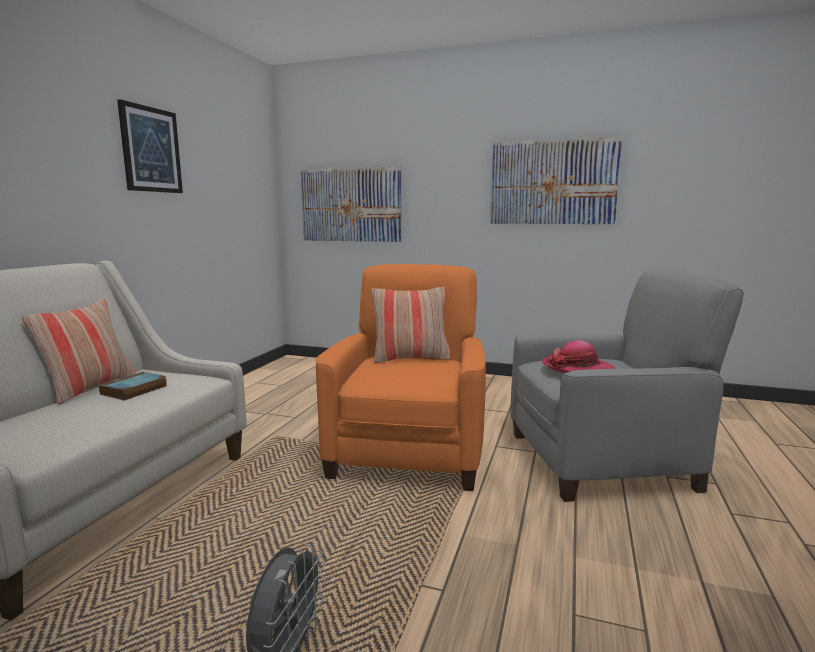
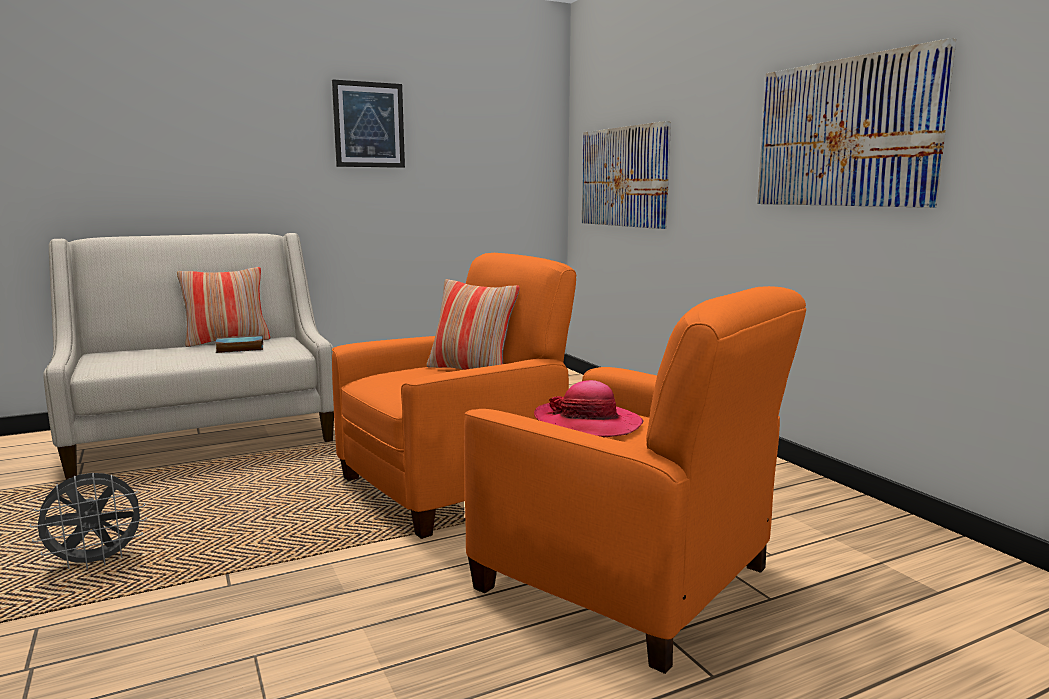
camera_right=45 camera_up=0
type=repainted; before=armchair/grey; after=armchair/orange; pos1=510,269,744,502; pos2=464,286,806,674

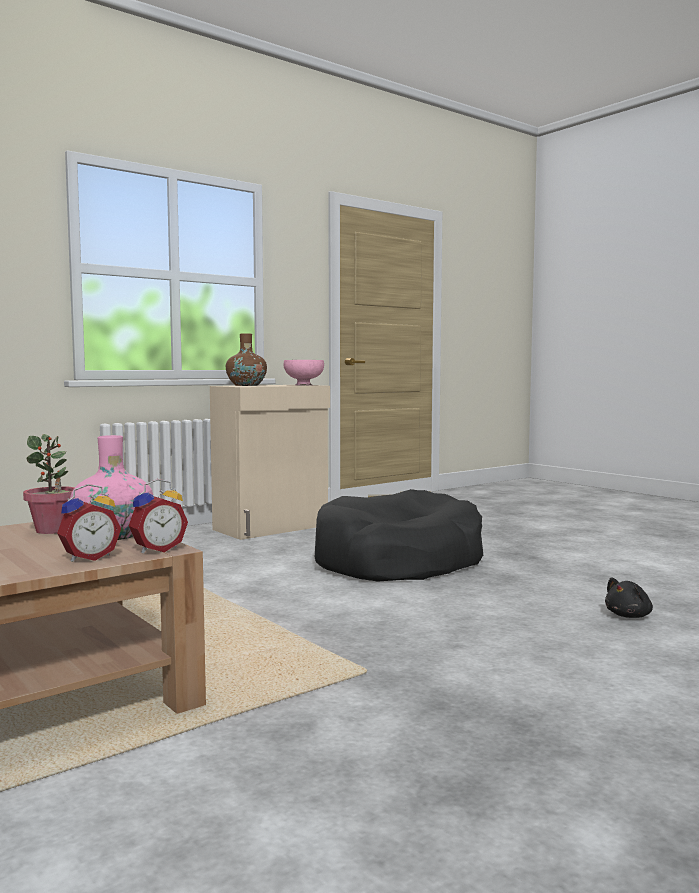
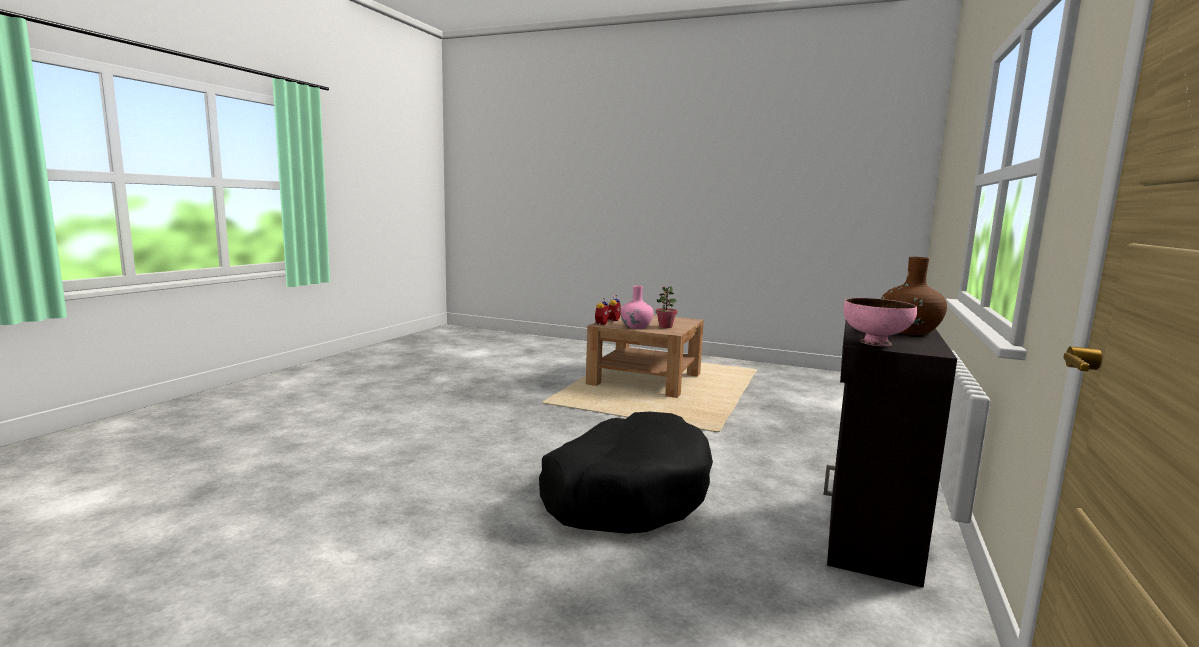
camera_right=150 camera_up=5
type=repainted; before=cabinet/beige; after=cabinet/black; pos1=210,385,330,540; pos2=823,320,957,588
type=gone; before=plush toy/black; pos1=605,578,653,618

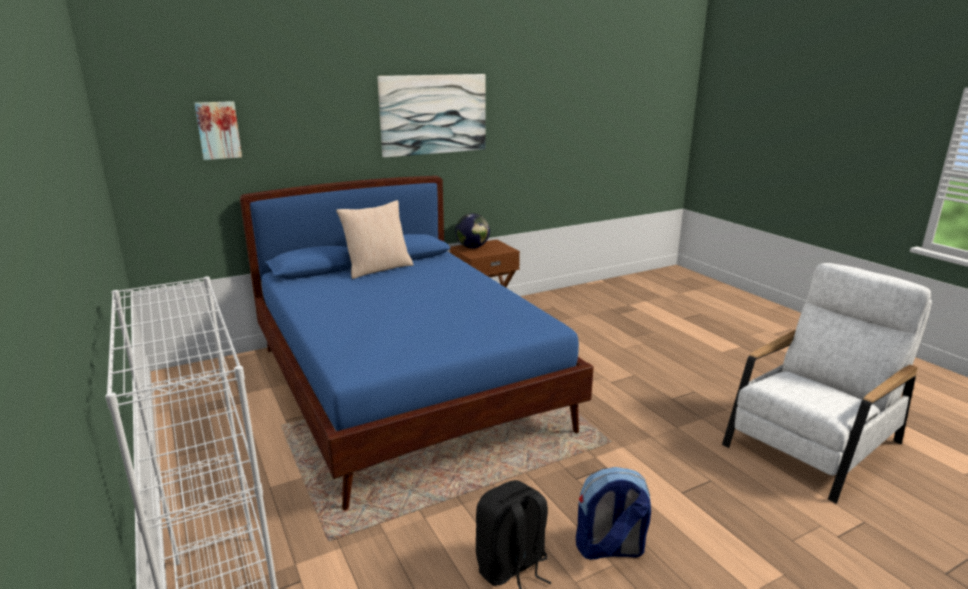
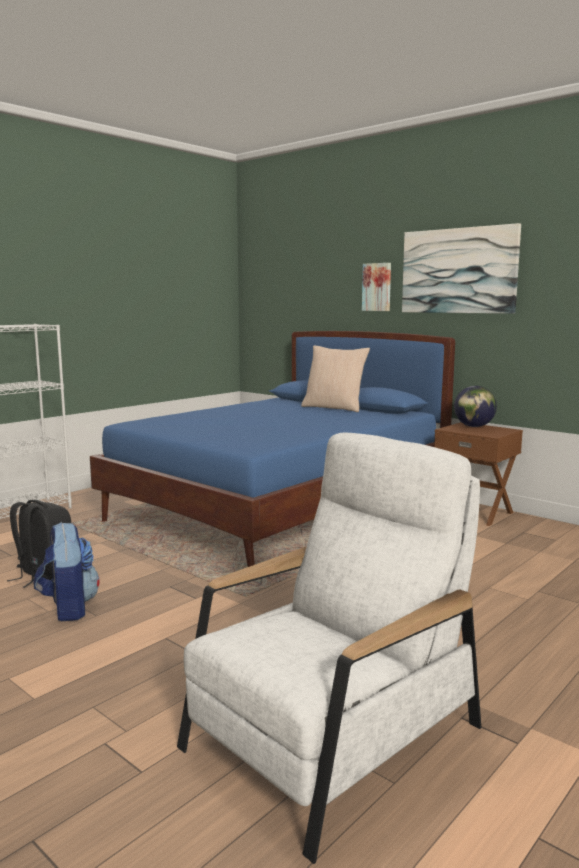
camera_right=70 camera_up=-10
type=shifted; before=picture; pos1=194,101,242,160; pos2=362,263,391,311
type=rotated; before=armchair/white; pos1=722,263,932,504; pos2=177,432,481,864; turn=-75

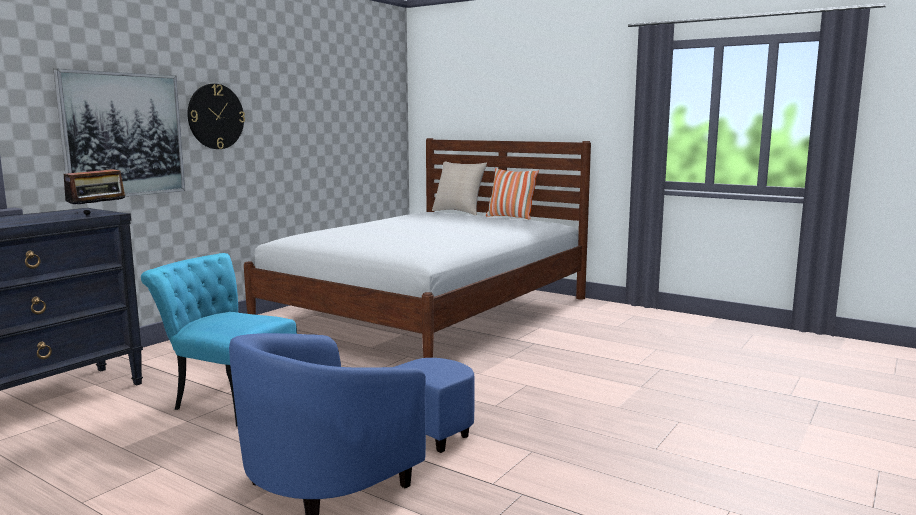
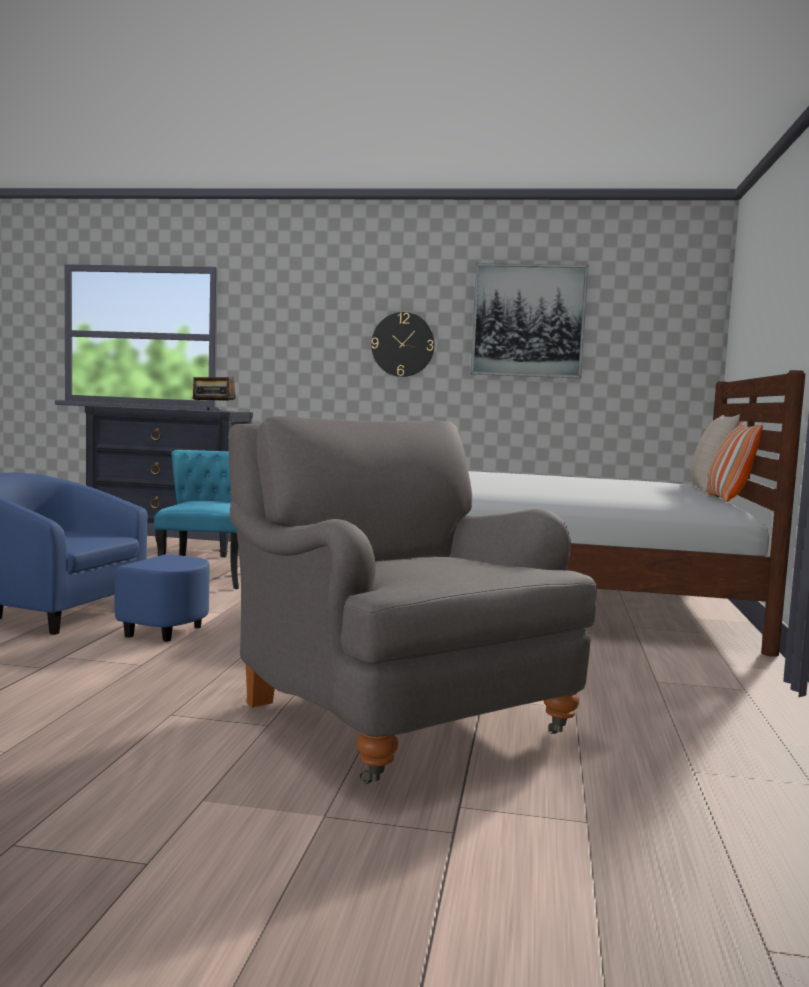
camera_right=65 camera_up=-5
type=shifted; before=picture; pos1=54,69,185,197; pos2=471,263,588,378
type=new; after=armchair/grey; pos2=228,416,597,784

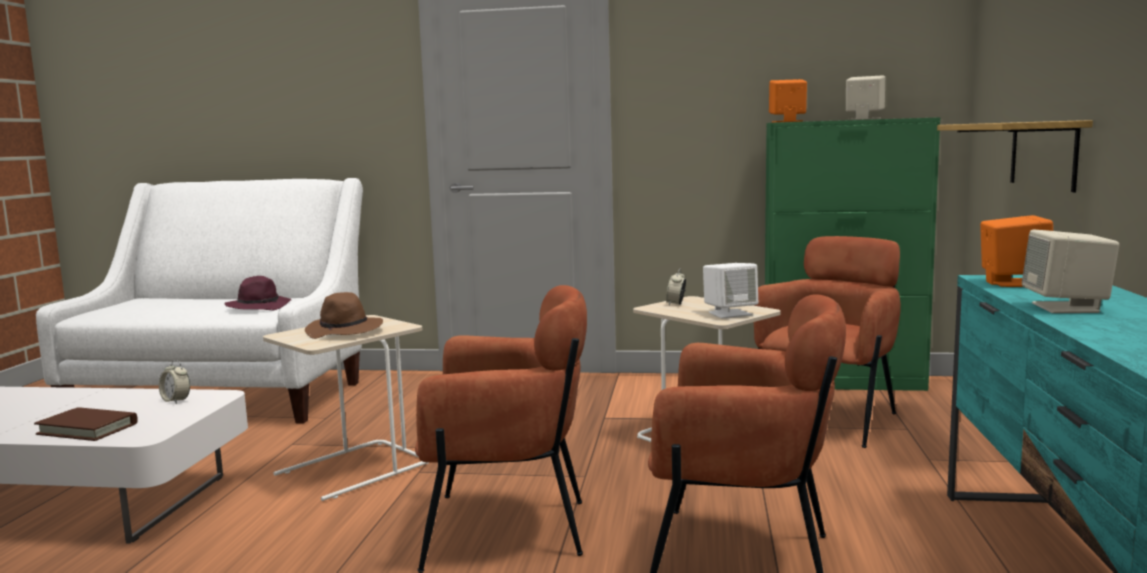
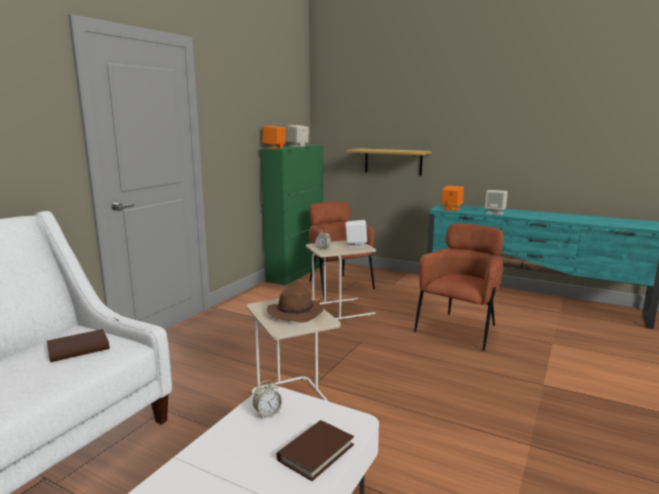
camera_right=-70 camera_up=5
type=swapped; before=hat/purple; after=book/brown; pos1=224,276,291,310; pos2=47,329,110,362
type=gone; before=armchair/brown; pos1=415,285,587,573

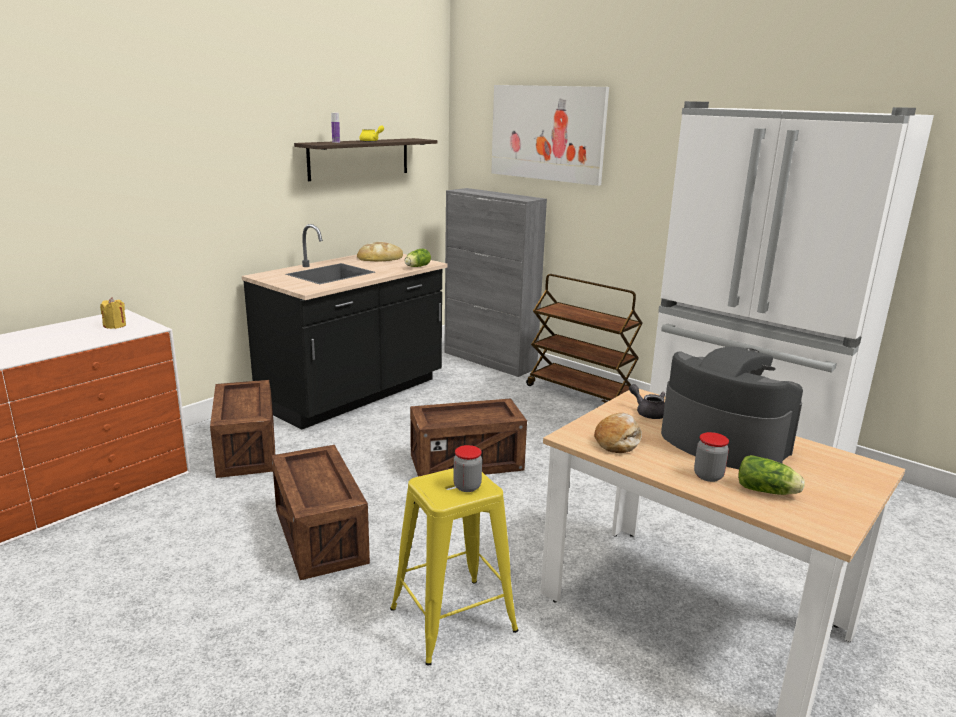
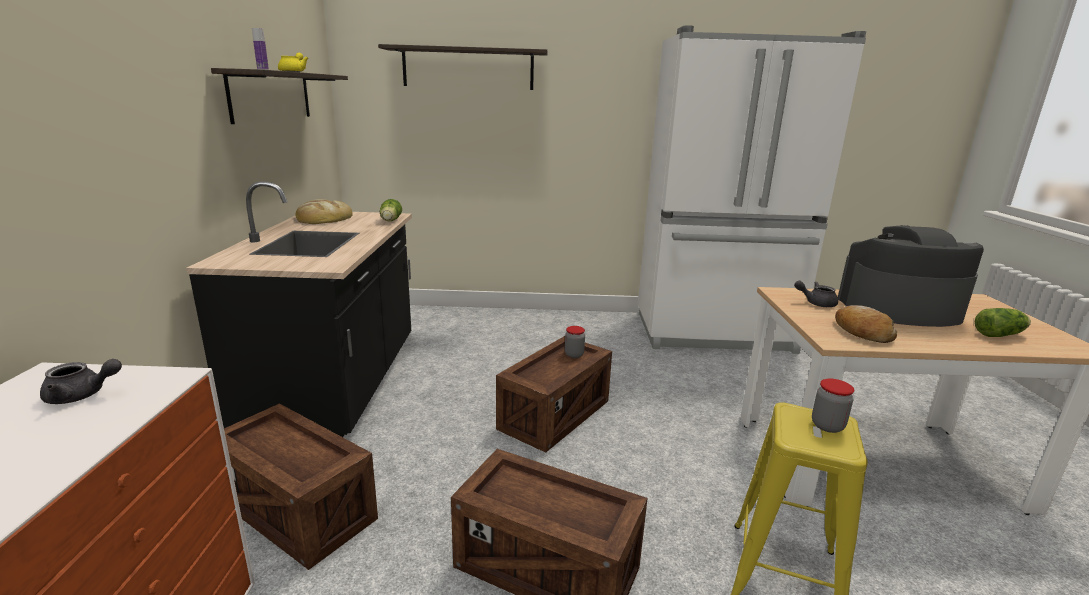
camera_right=-40 camera_up=0
type=swapped; before=picture; after=shelf; pos1=491,85,609,186; pos2=378,44,548,90
type=gone; before=cabinet/grey; pos1=444,188,547,377
type=gone; before=cart/brown; pos1=526,274,643,403
type=swapped; before=candle/yellow; after=teapot/grey; pos1=100,297,126,329; pos2=40,359,122,404
type=shifted; before=jar; pos1=694,432,729,482; pos2=565,326,585,358

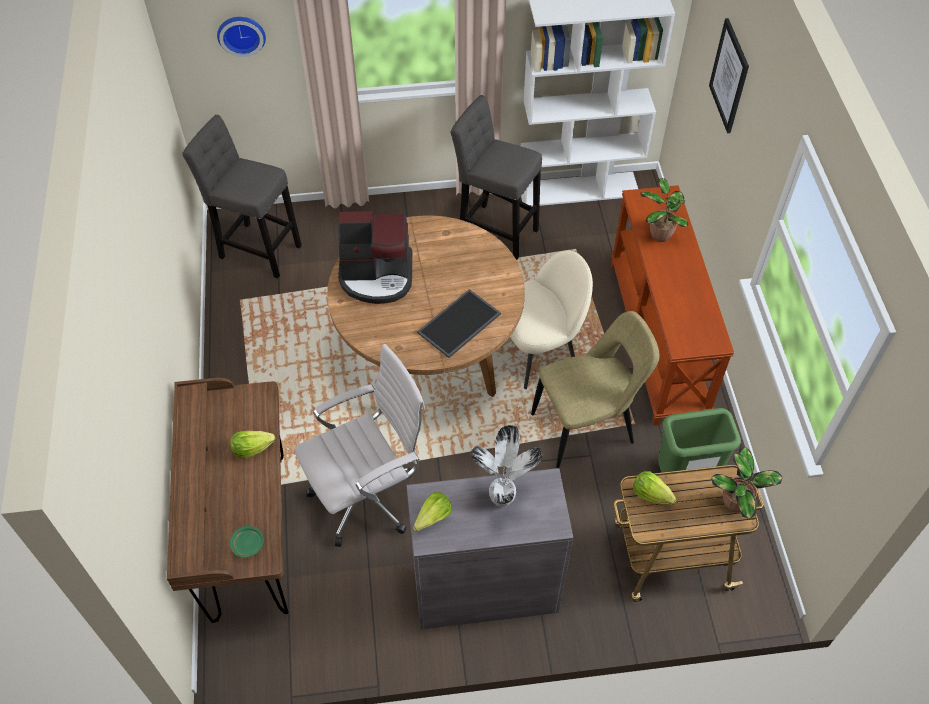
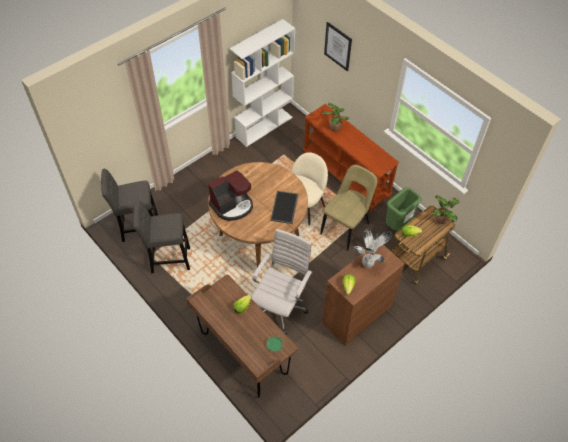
camera_right=-35 camera_up=0
type=gone; before=wall clock; pos1=217,17,266,57
type=shifted; before=stool/grey; pos1=451,95,542,260; pos2=133,199,190,273
type=repainted; before=cabinet/grey; after=cabinet/brown; pos1=406,468,573,629; pos2=322,245,405,346

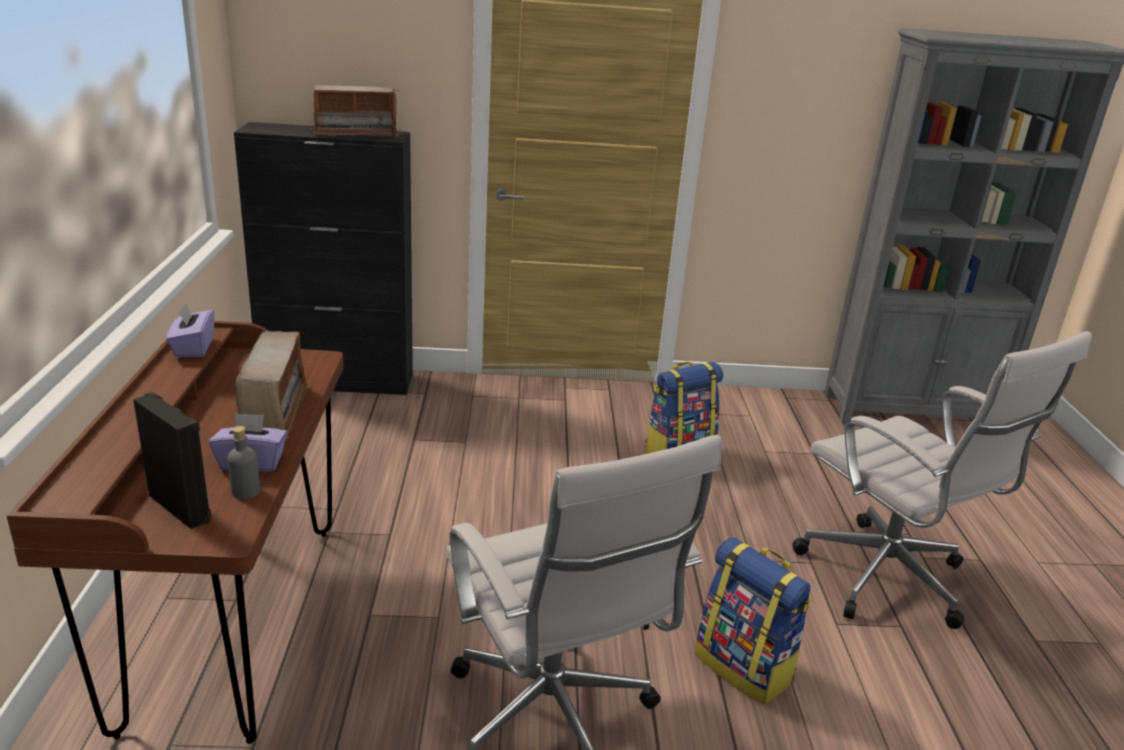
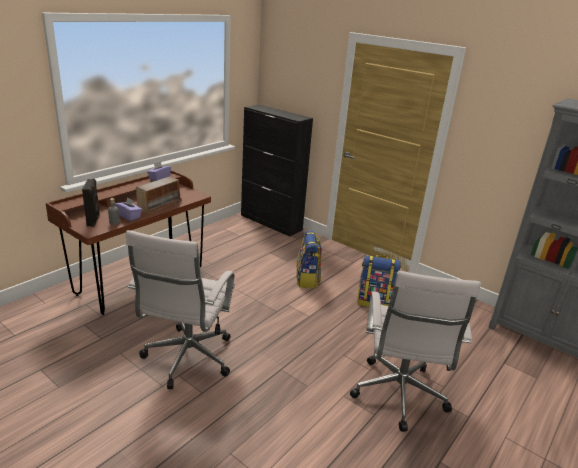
camera_right=40 camera_up=0
type=gone; before=radio; pos1=311,84,400,137
type=shifted; before=backpack; pos1=695,537,811,705; pos2=296,231,321,288

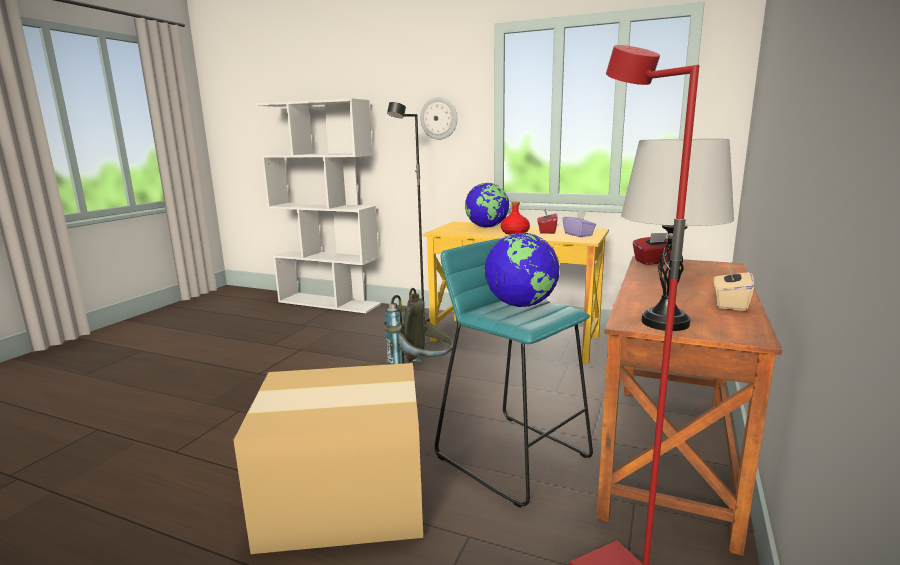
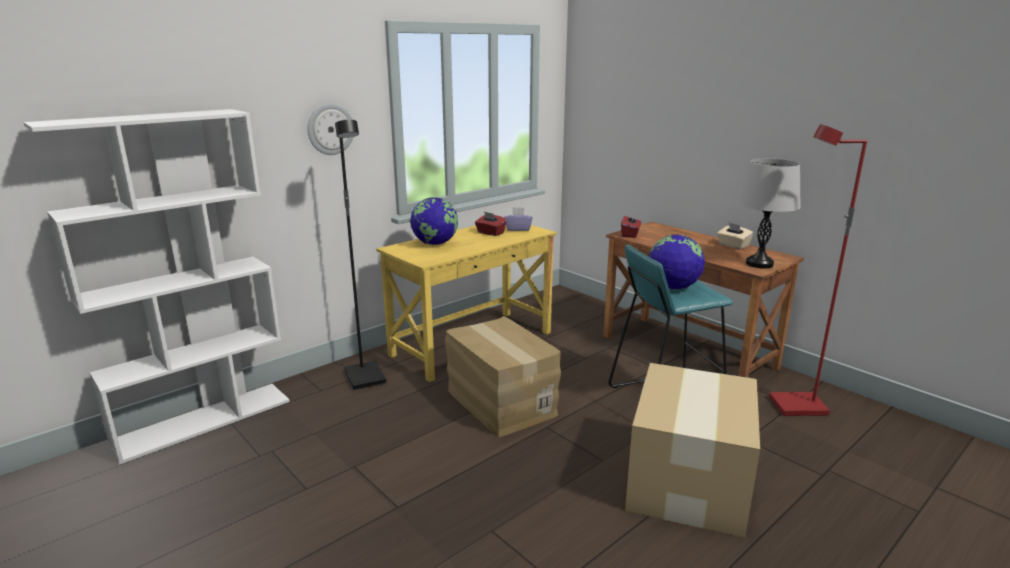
camera_right=-65 camera_up=5
type=gone; before=bottle/red; pos1=501,202,530,235
type=swapped; before=backpack/grey; after=cardboard box; pos1=384,288,453,364; pos2=445,316,561,437

